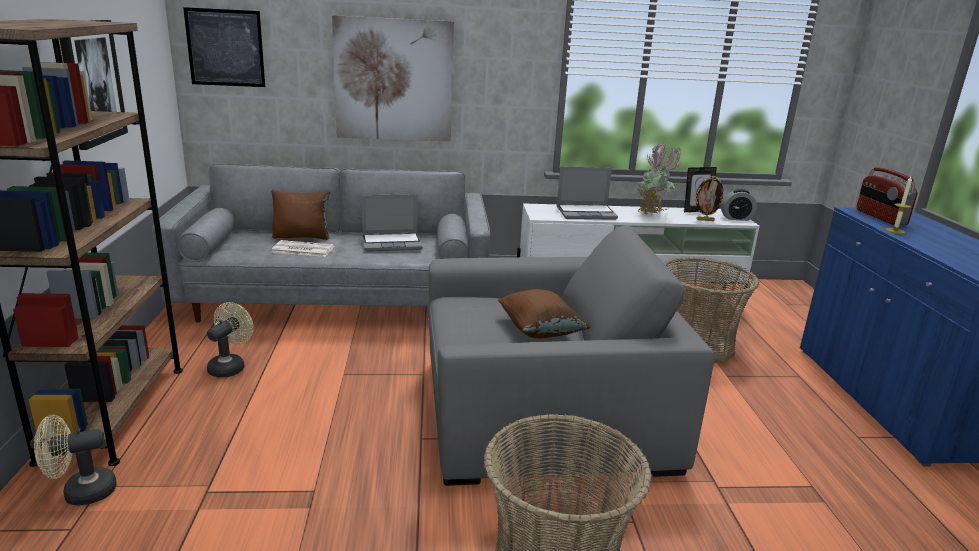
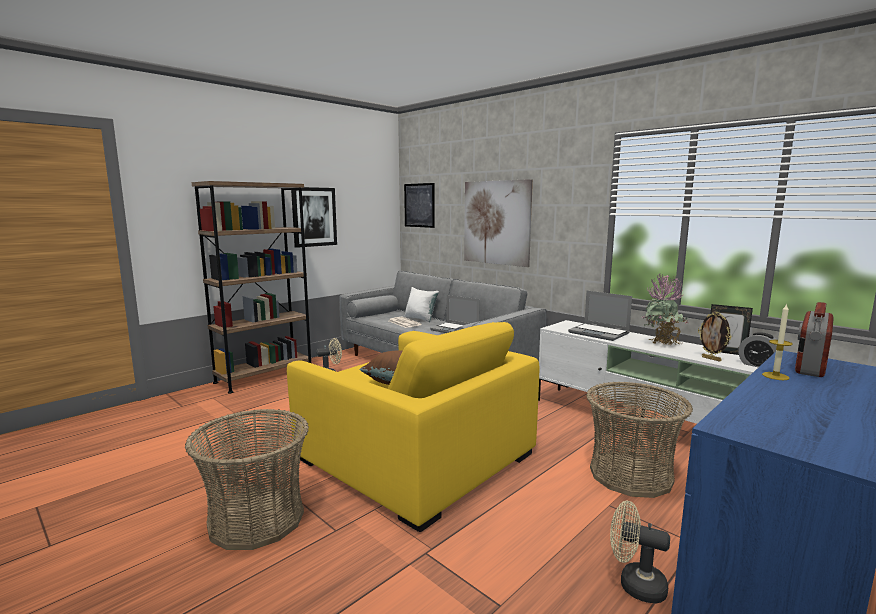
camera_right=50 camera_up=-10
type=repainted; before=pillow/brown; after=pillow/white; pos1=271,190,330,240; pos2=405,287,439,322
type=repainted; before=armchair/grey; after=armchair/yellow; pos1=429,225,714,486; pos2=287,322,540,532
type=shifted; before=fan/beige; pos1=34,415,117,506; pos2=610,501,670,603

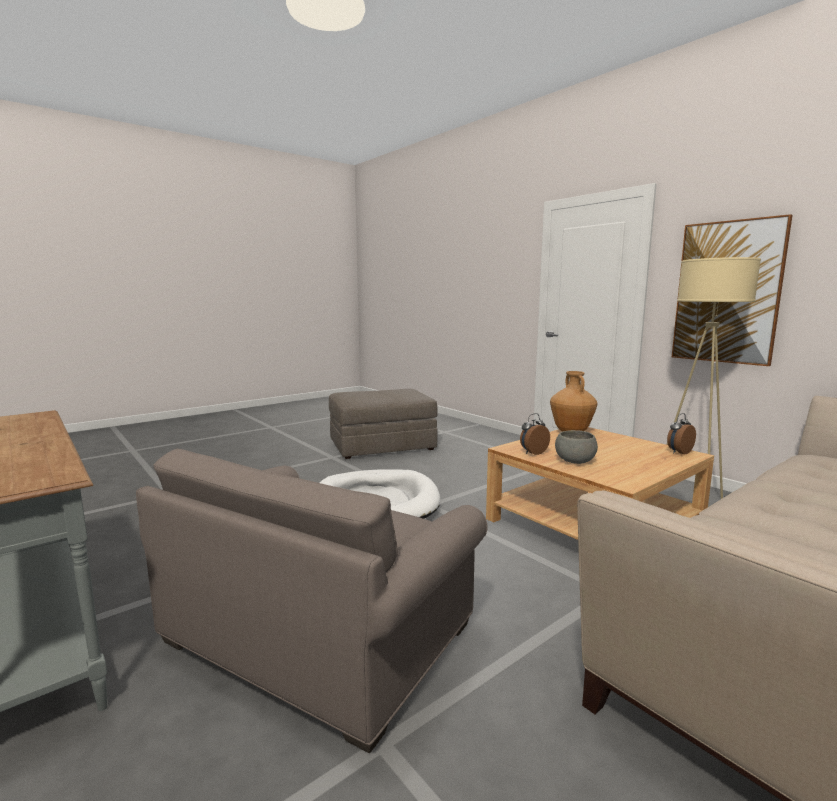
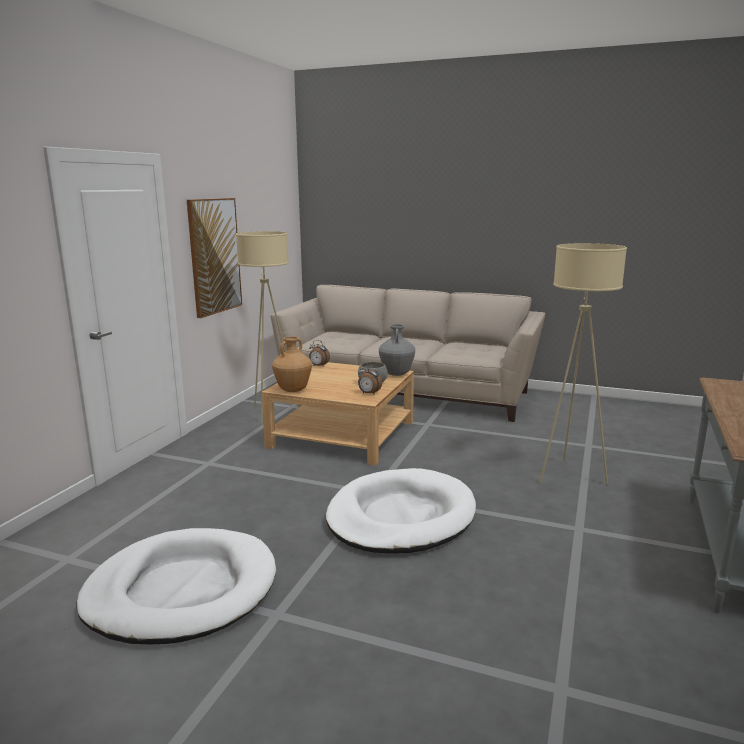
camera_right=-120 camera_up=5
type=swapped; before=ottoman/grey; after=dog bed/white; pos1=329,389,438,459; pos2=77,528,276,644
type=swapped; before=armchair/grey; after=floor lamp/beige; pos1=136,449,488,753; pos2=539,243,627,485
type=new; after=vase/grey; pos2=379,324,415,376

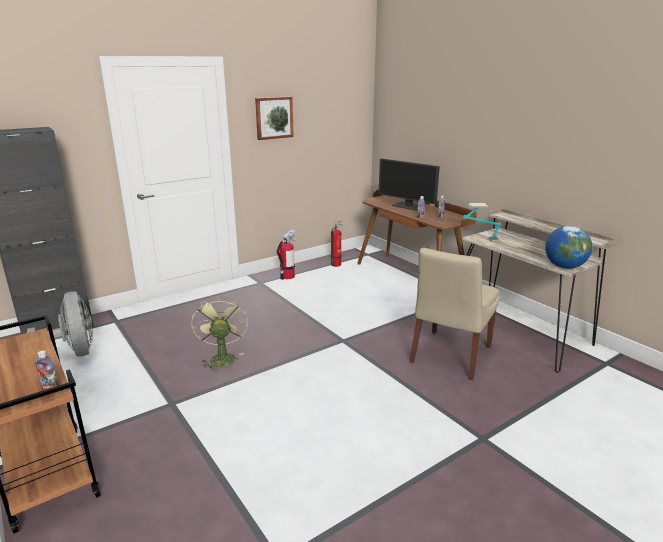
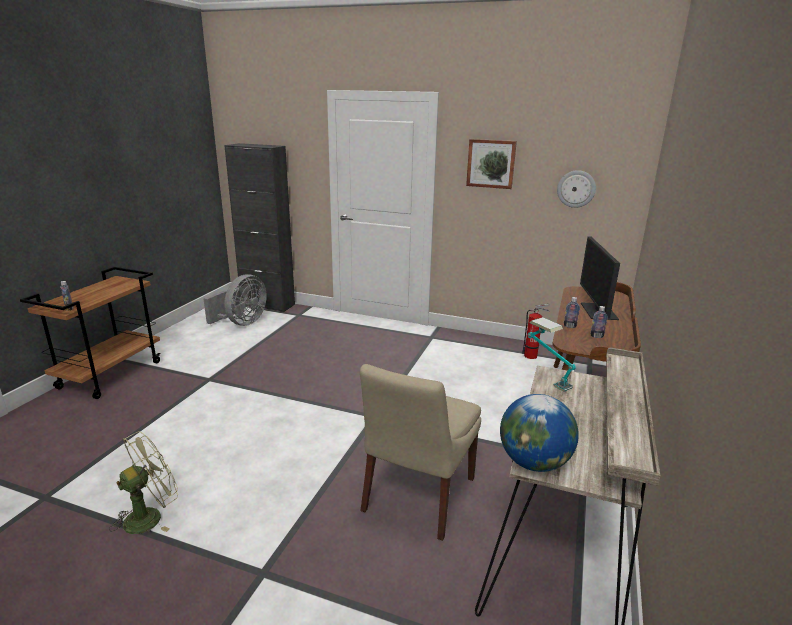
camera_right=55 camera_up=0
type=gone; before=fire extinguisher; pos1=277,229,296,280
type=rotated; before=chair/beige; pos1=409,248,499,380; pos2=360,364,481,541; turn=-60
type=shifted; before=fan/green; pos1=191,296,248,372; pos2=109,431,178,534
type=new; after=wall clock; pos2=557,170,596,208

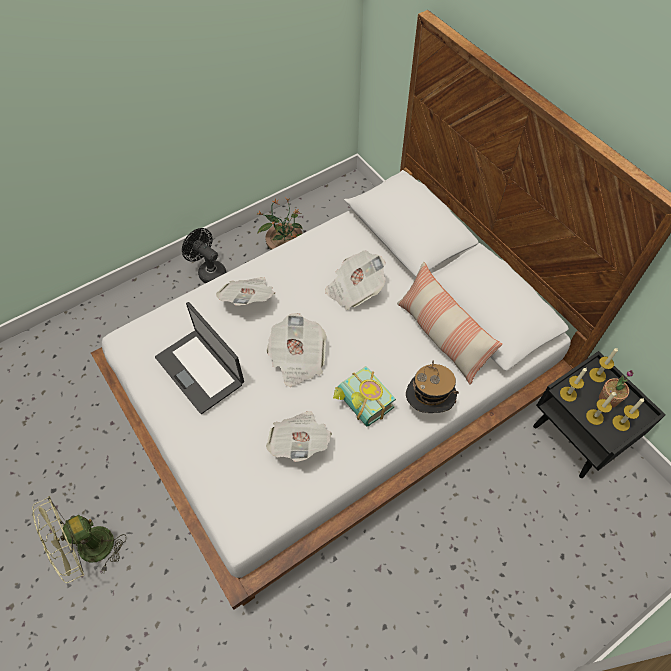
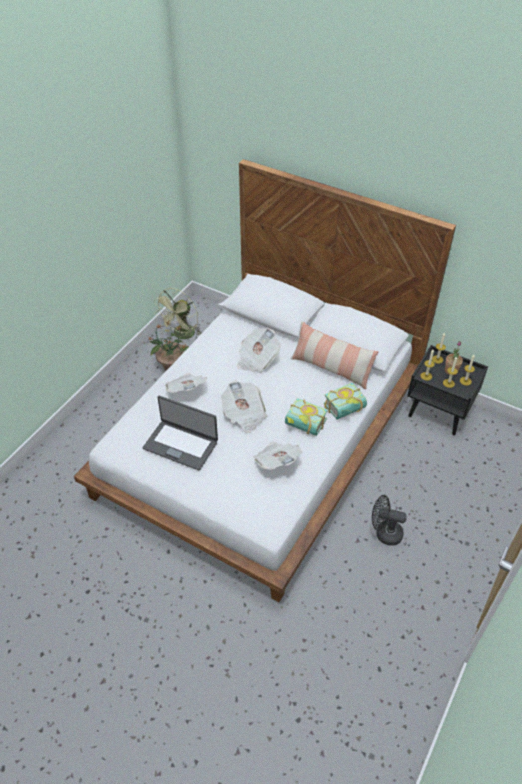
camera_right=-25 camera_up=-10
type=shifted; before=fan/black; pos1=182,228,226,283; pos2=372,495,407,545
type=swapped; before=hat; after=book; pos1=406,360,459,413; pos2=324,383,367,419
type=shifted; before=fan/green; pos1=32,496,126,583; pos2=154,288,202,339

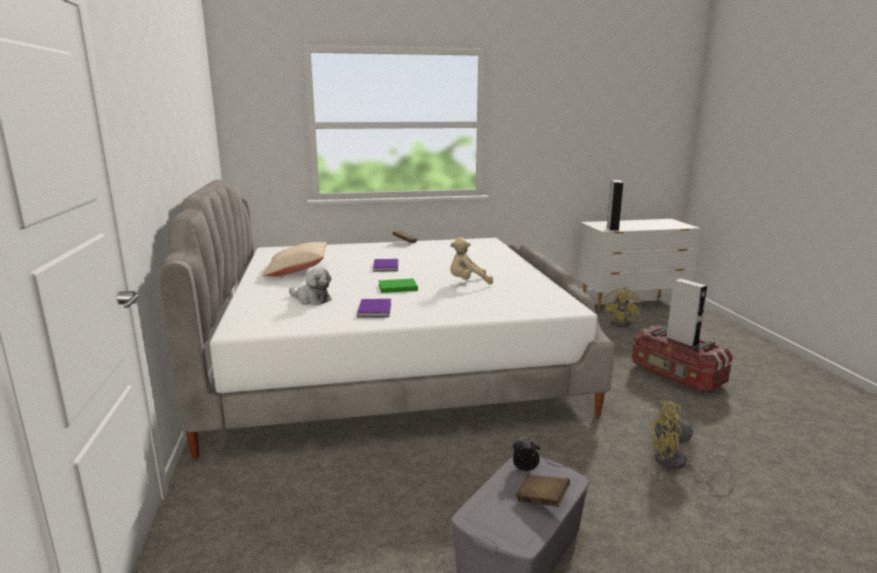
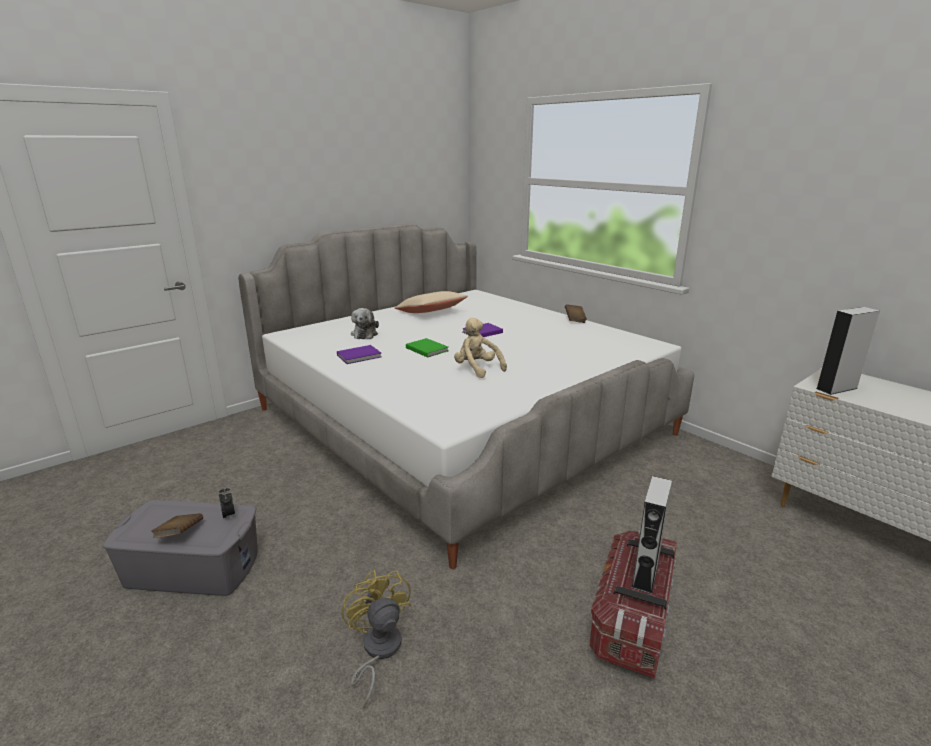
camera_right=60 camera_up=5
type=gone; before=fan/yellow; pos1=605,287,641,328

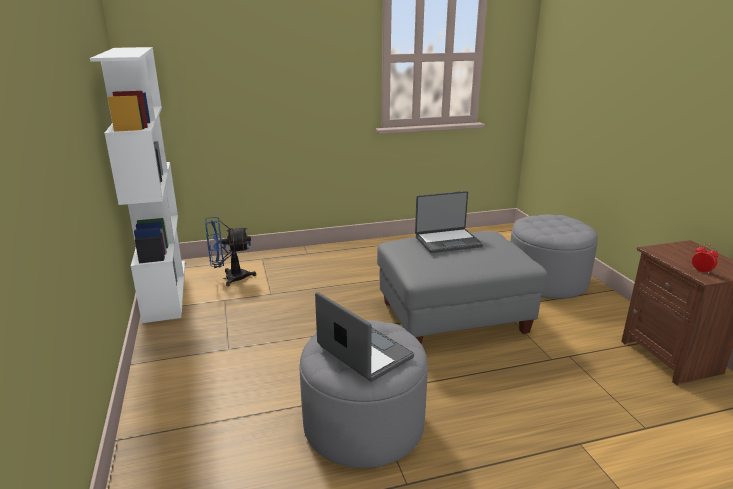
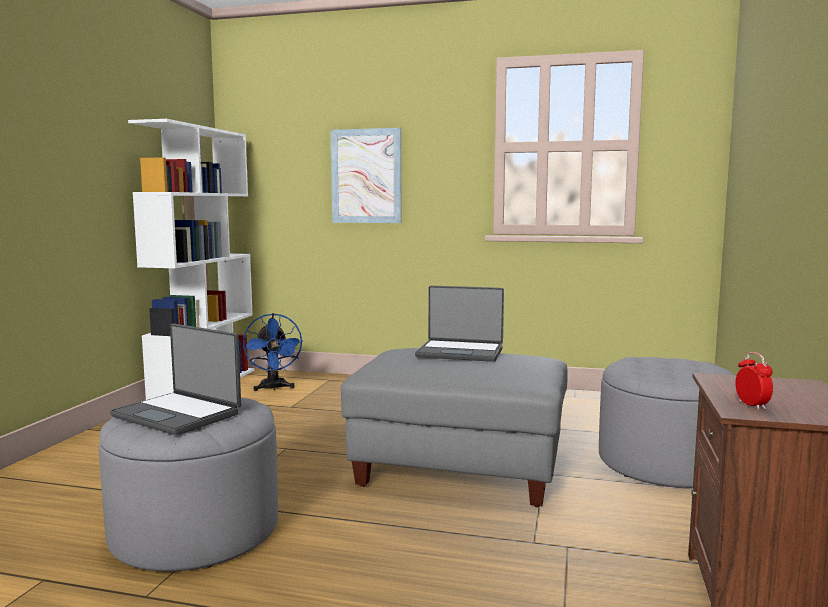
camera_right=30 camera_up=-15
type=rotated; before=fan/blue; pos1=205,217,256,286; pos2=243,313,303,391; turn=-120
type=rotated; before=laptop; pos1=315,292,414,382; pos2=110,324,241,435; turn=135
type=new; after=picture; pos2=331,128,401,223

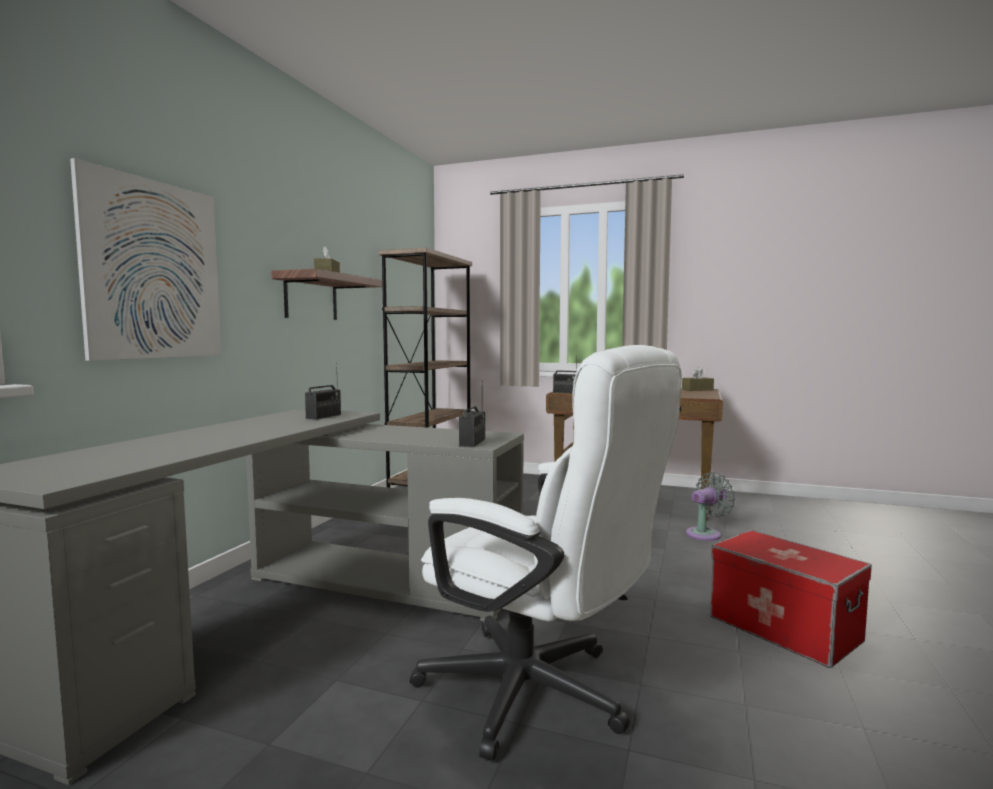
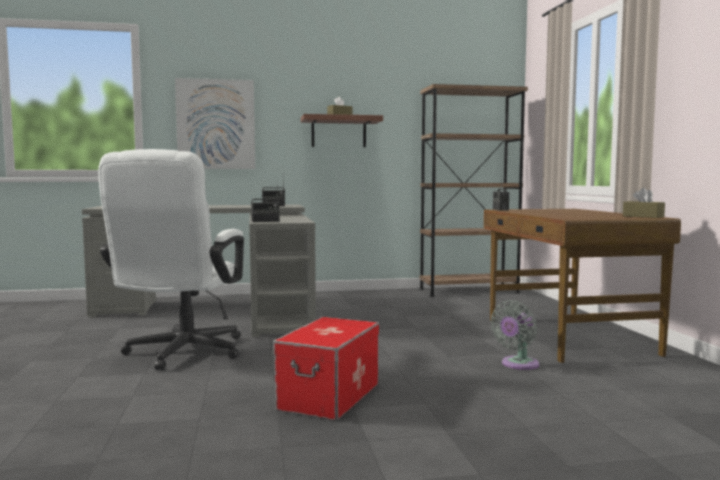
camera_right=60 camera_up=0
type=rotated; before=fan/grey; pos1=686,472,735,541; pos2=491,300,539,370; turn=105

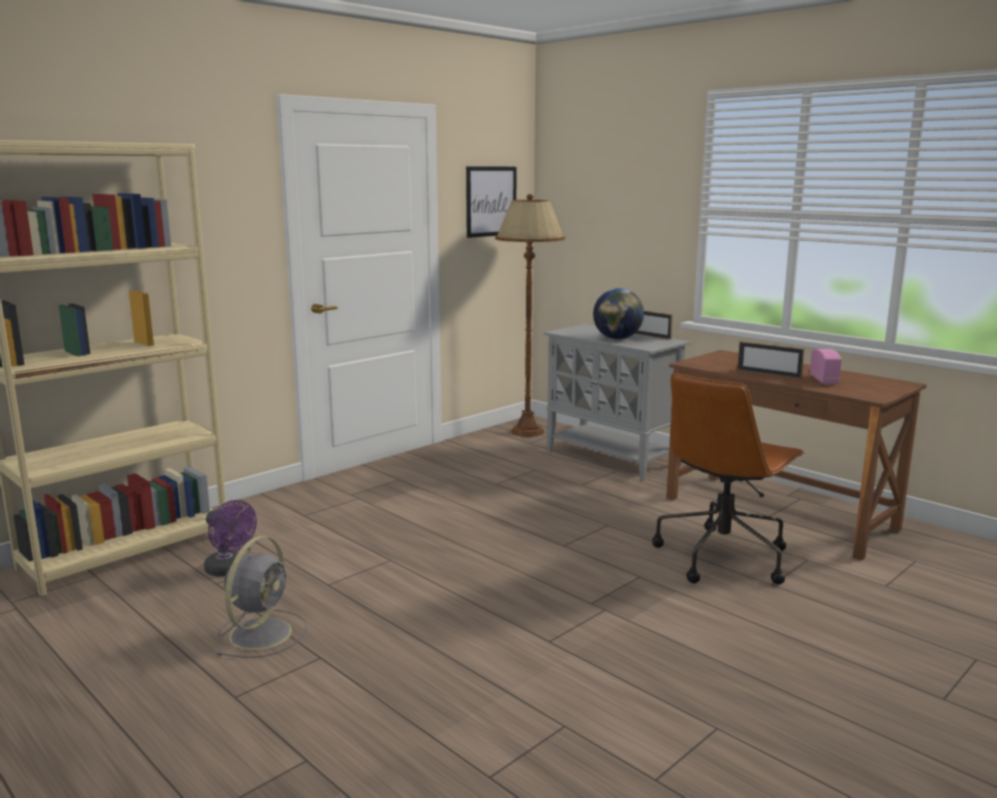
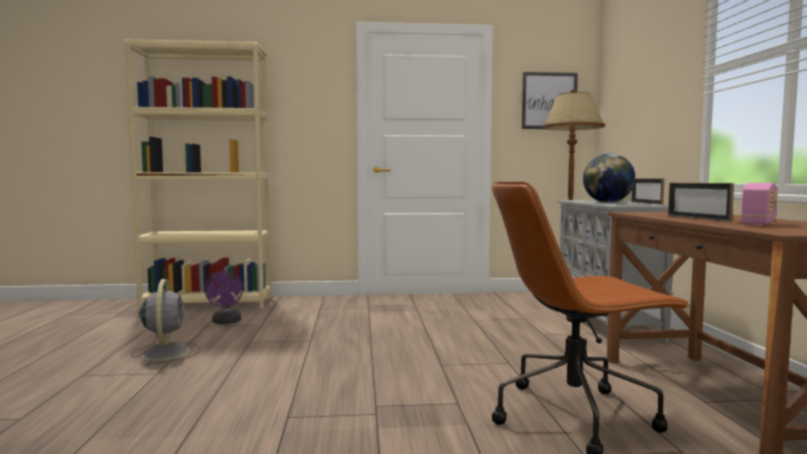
camera_right=40 camera_up=-10
type=rotated; before=fan/grey; pos1=216,536,307,658; pos2=131,279,200,366; turn=-75

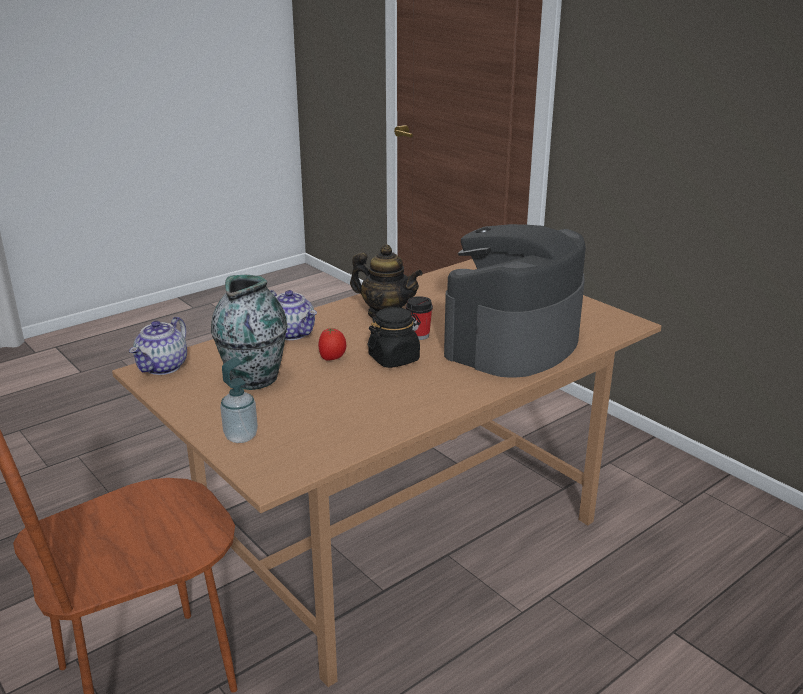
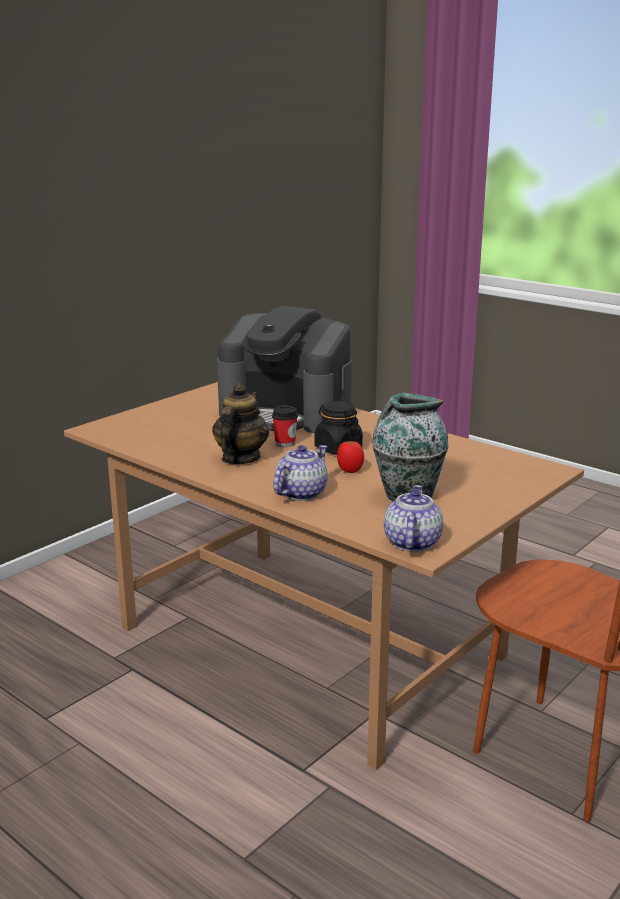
camera_right=-100 camera_up=-5
type=rotated; before=teapot; pos1=129,317,187,375; pos2=384,485,443,552; turn=-90
type=gone; before=soap dispenser; pos1=220,357,258,443

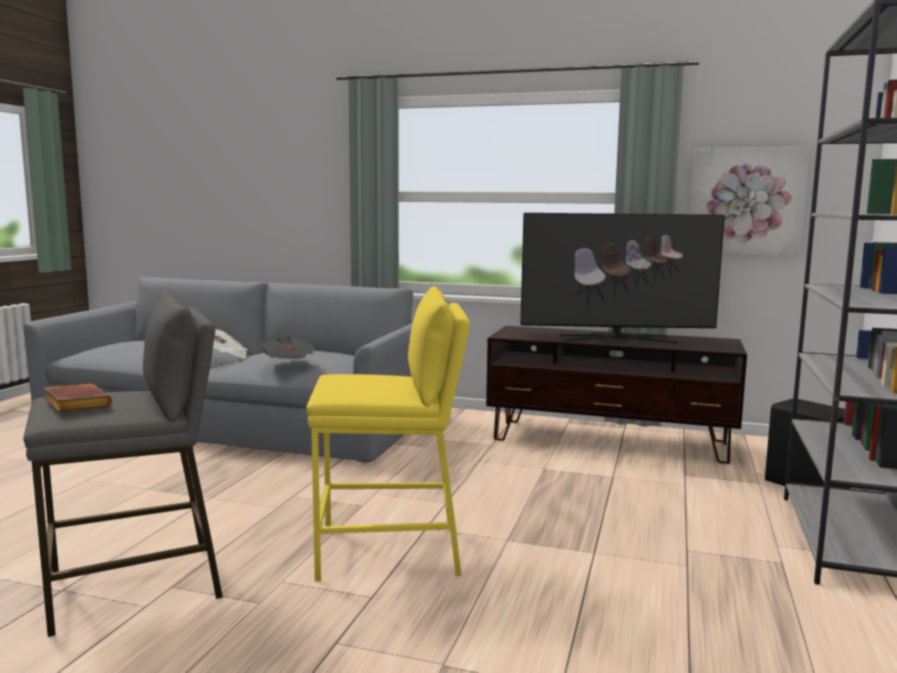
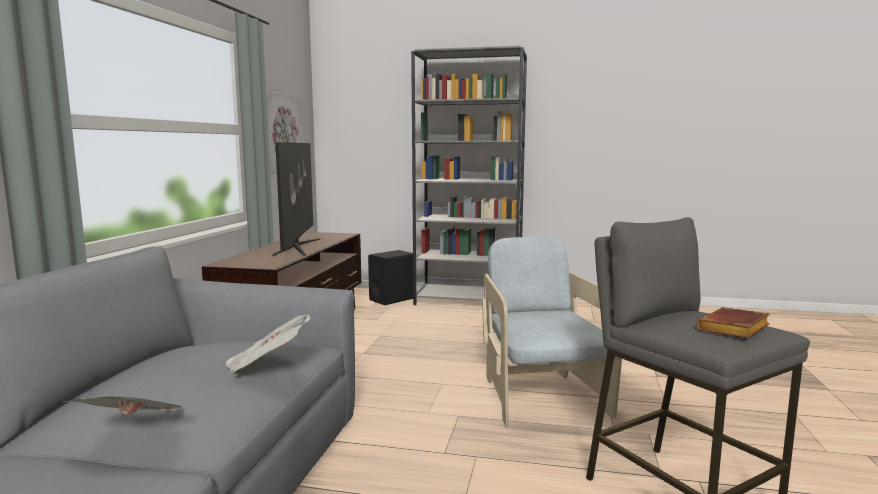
camera_right=-95 camera_up=0
type=swapped; before=stool/yellow; after=armchair/beige; pos1=306,286,470,581; pos2=482,237,622,427

